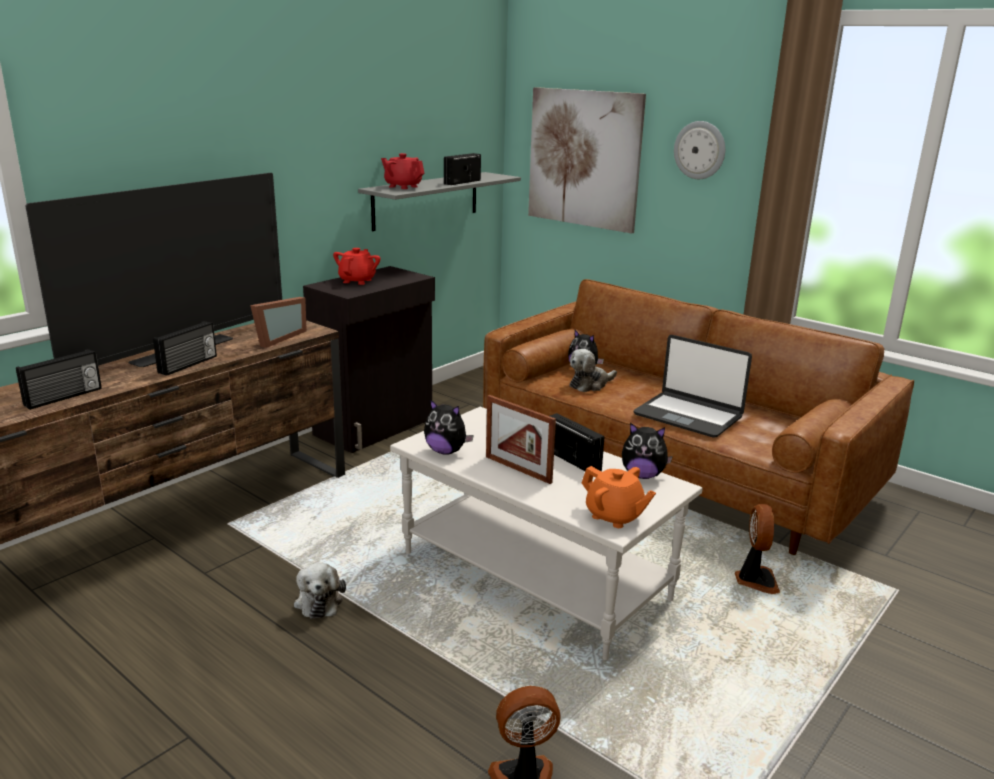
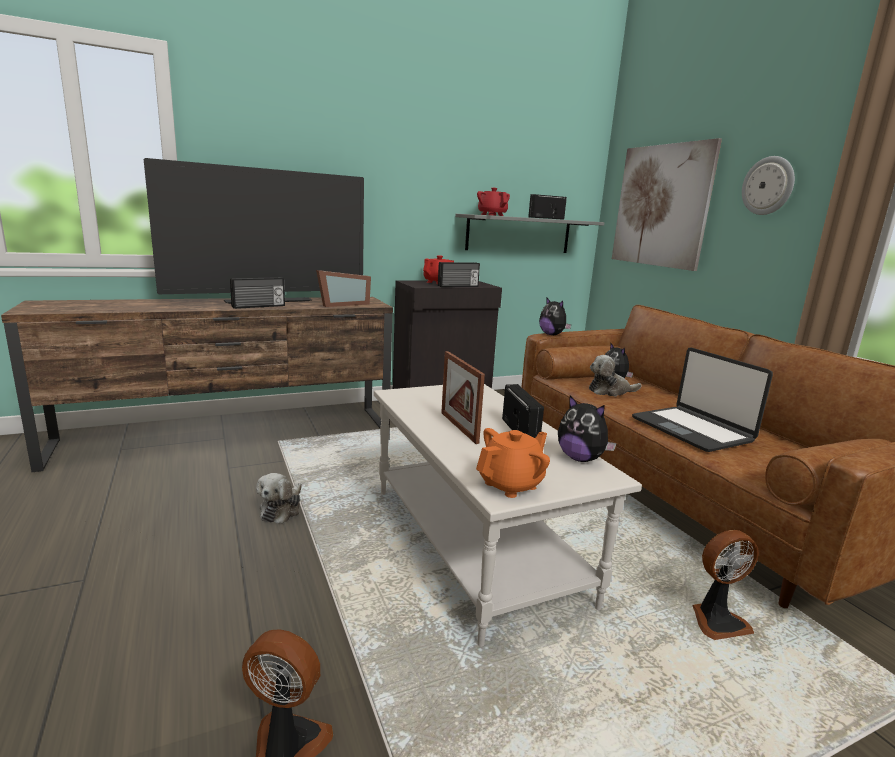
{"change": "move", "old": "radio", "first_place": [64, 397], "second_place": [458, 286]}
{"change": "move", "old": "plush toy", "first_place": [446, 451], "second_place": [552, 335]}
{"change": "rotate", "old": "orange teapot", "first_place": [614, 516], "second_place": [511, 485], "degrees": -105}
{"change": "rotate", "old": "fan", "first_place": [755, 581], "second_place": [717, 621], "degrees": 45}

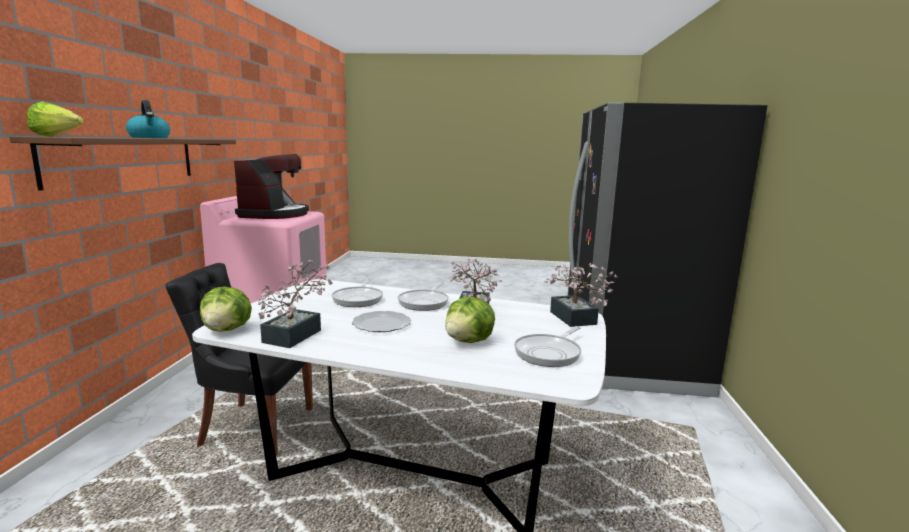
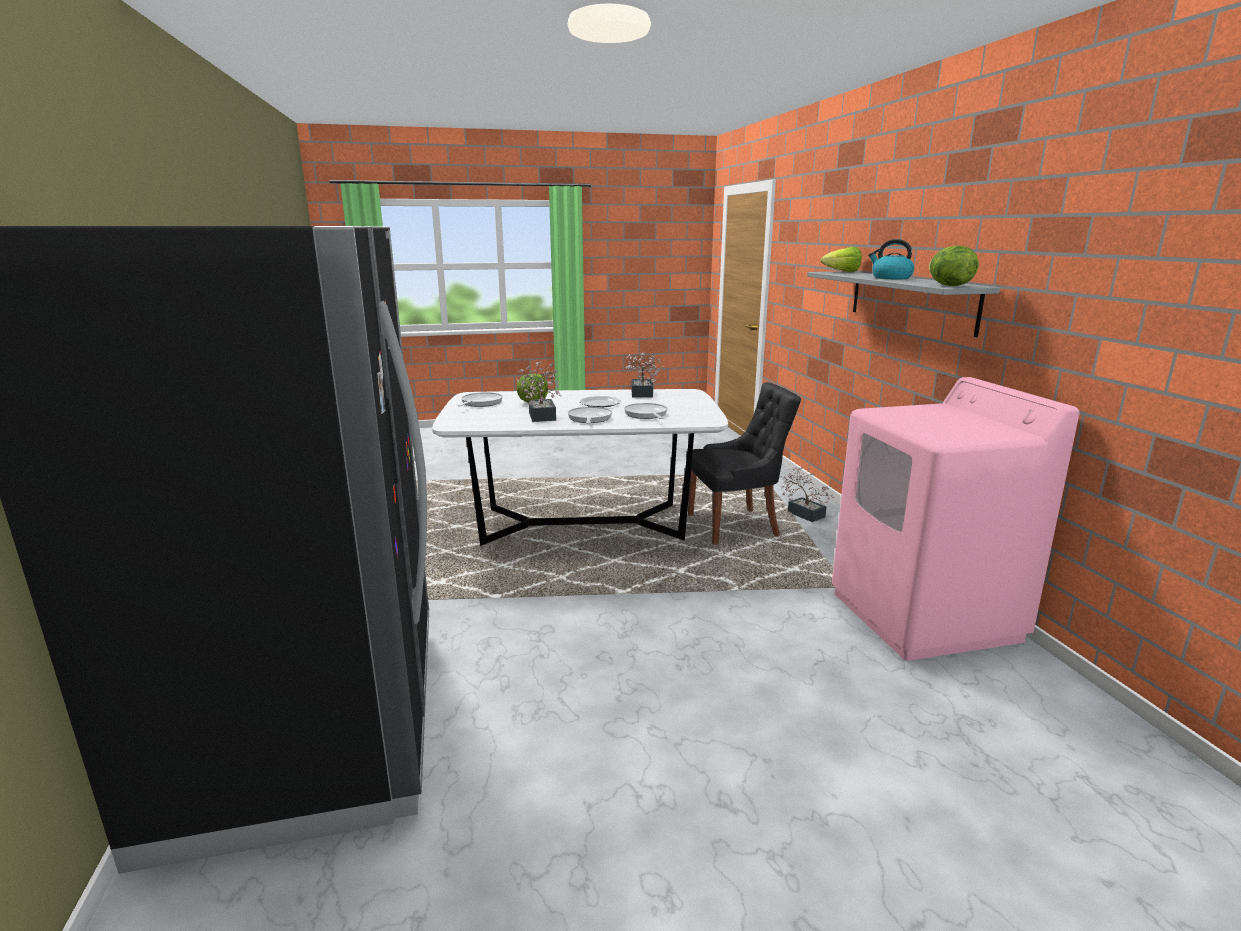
{"change": "recolor", "old": "brown shelf", "new": "grey shelf", "first_place": [125, 159], "second_place": [910, 300]}
{"change": "move", "old": "lettuce", "first_place": [227, 330], "second_place": [948, 286]}
{"change": "delete", "old": "coffee machine", "first_place": [274, 214]}
{"change": "move", "old": "potted plant", "first_place": [575, 320], "second_place": [803, 513]}

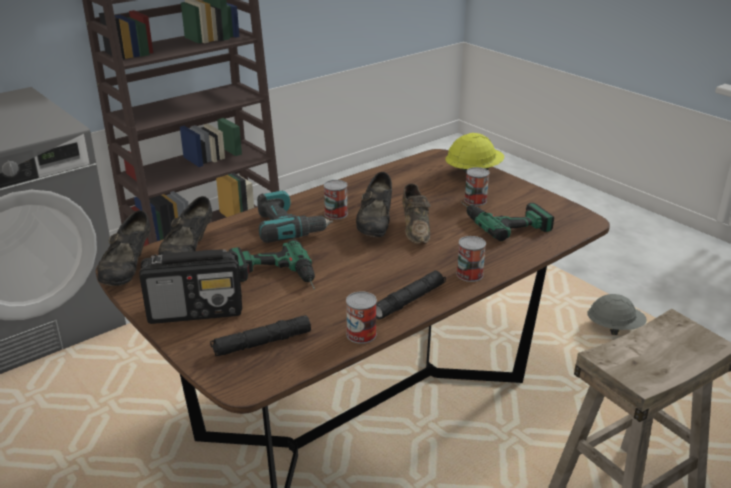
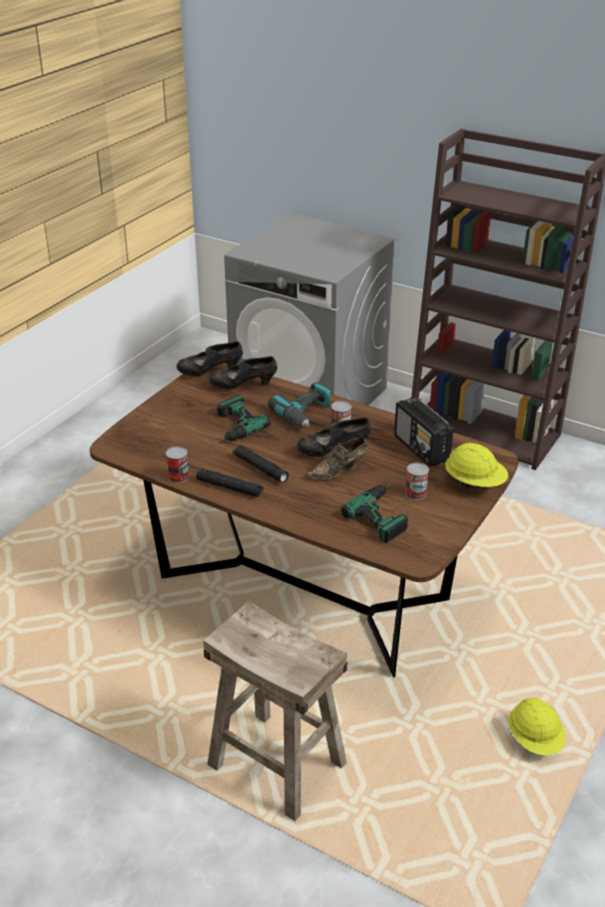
{"change": "move", "old": "radio", "first_place": [196, 311], "second_place": [422, 449]}
{"change": "move", "old": "black flashlight", "first_place": [262, 343], "second_place": [260, 468]}
{"change": "delete", "old": "can", "first_place": [469, 274]}
{"change": "recolor", "old": "grey hard hat", "new": "yellow hard hat", "first_place": [614, 328], "second_place": [535, 740]}

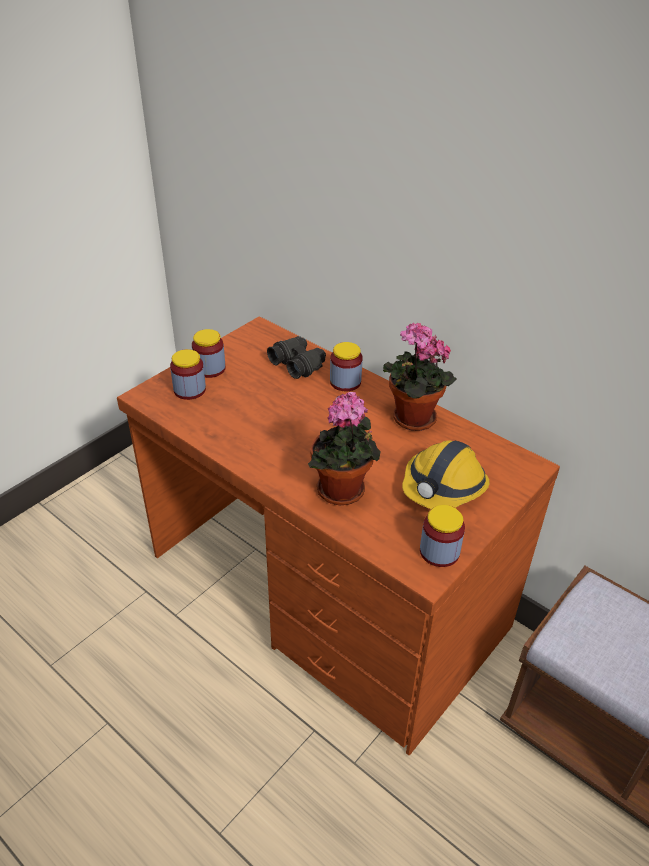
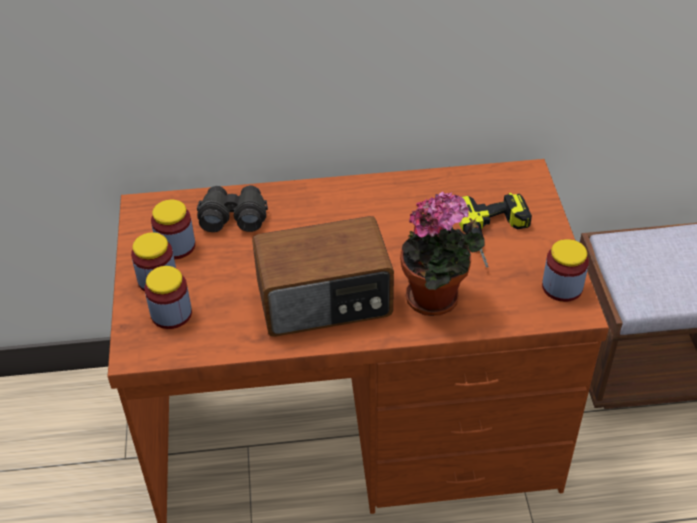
{"change": "move", "old": "jar", "first_place": [345, 382], "second_place": [176, 246]}
{"change": "delete", "old": "potted plant", "first_place": [411, 420]}
{"change": "replace", "old": "hard hat", "new": "power drill", "first_place": [443, 487], "second_place": [497, 235]}
{"change": "insert", "new": "radio", "second_place": [325, 301]}

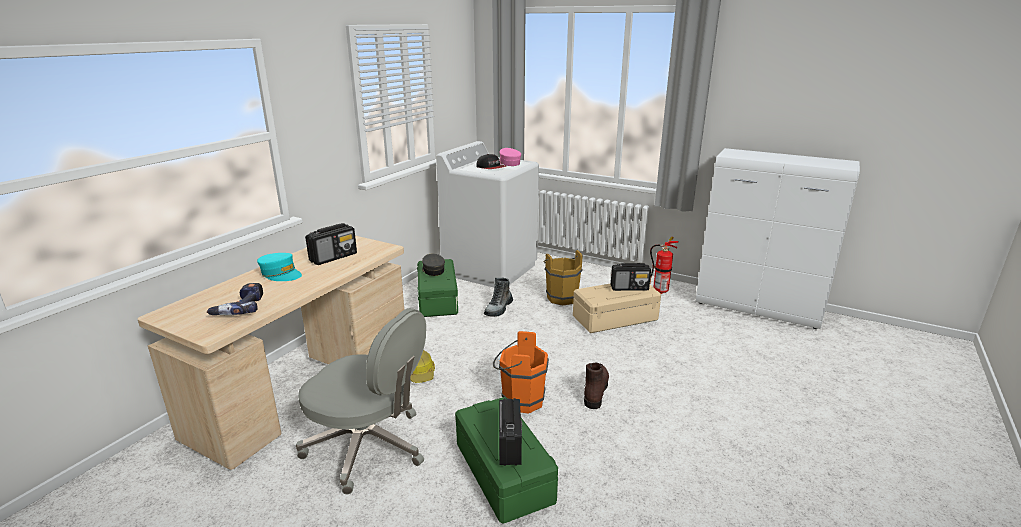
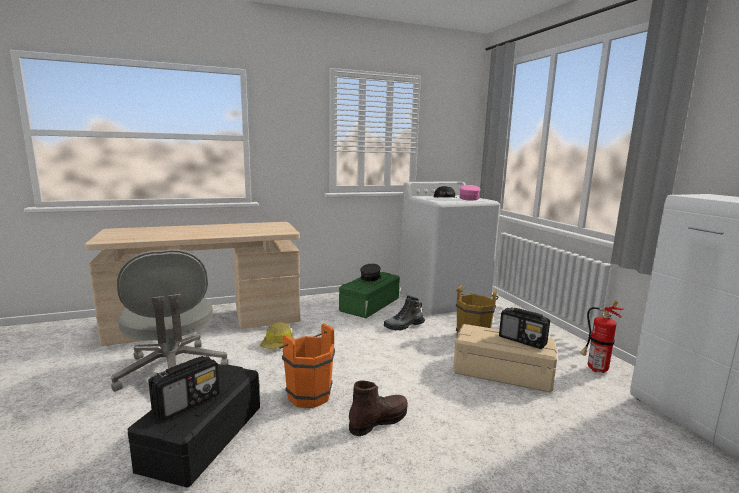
{"change": "delete", "old": "power drill", "first_place": [239, 308]}
{"change": "delete", "old": "turquoise cap", "first_place": [281, 274]}
{"change": "delete", "old": "radio", "first_place": [334, 257]}
{"change": "recolor", "old": "green storage box", "new": "black storage box", "first_place": [502, 473], "second_place": [203, 437]}

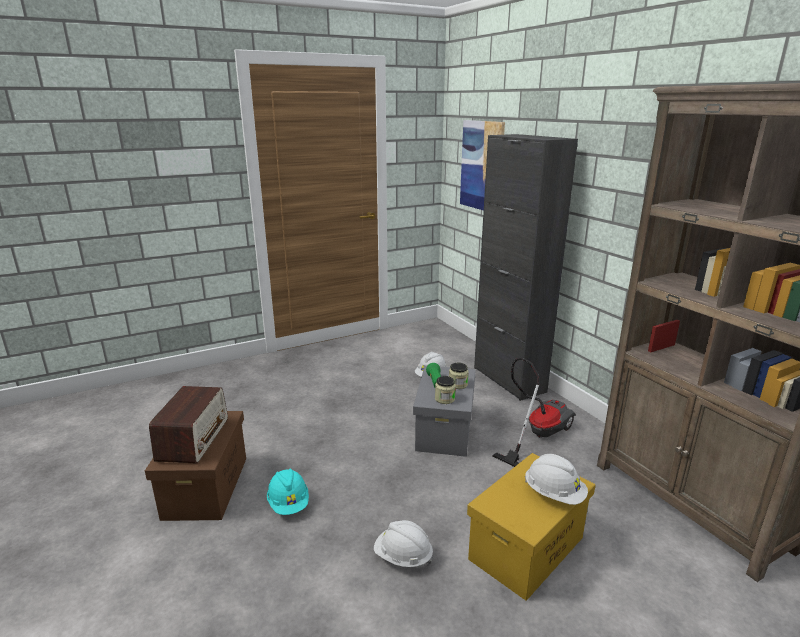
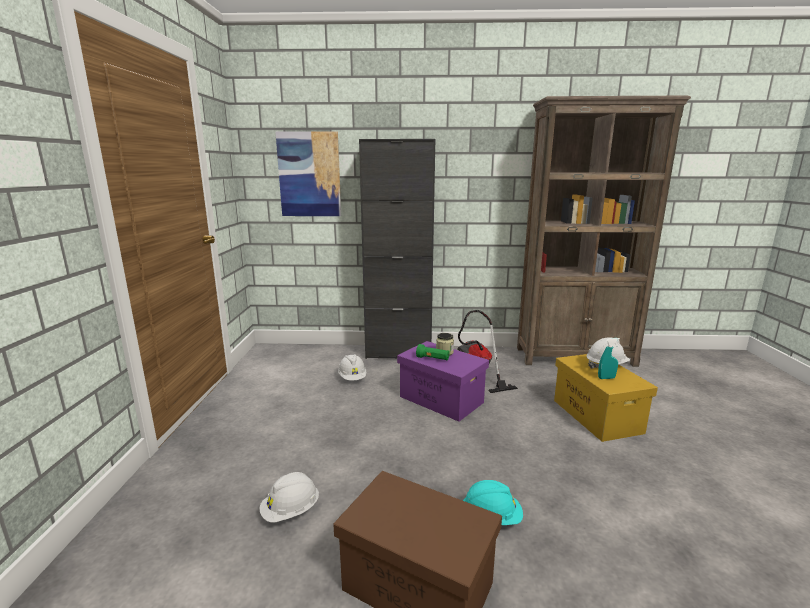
{"change": "delete", "old": "radio", "first_place": [194, 439]}
{"change": "move", "old": "white hard hat", "first_place": [403, 557], "second_place": [291, 511]}
{"change": "recolor", "old": "grey storage box", "new": "purple storage box", "first_place": [445, 430], "second_place": [442, 399]}
{"change": "delete", "old": "jar", "first_place": [444, 399]}
{"change": "insert", "new": "turquoise spray bottle", "second_place": [606, 378]}

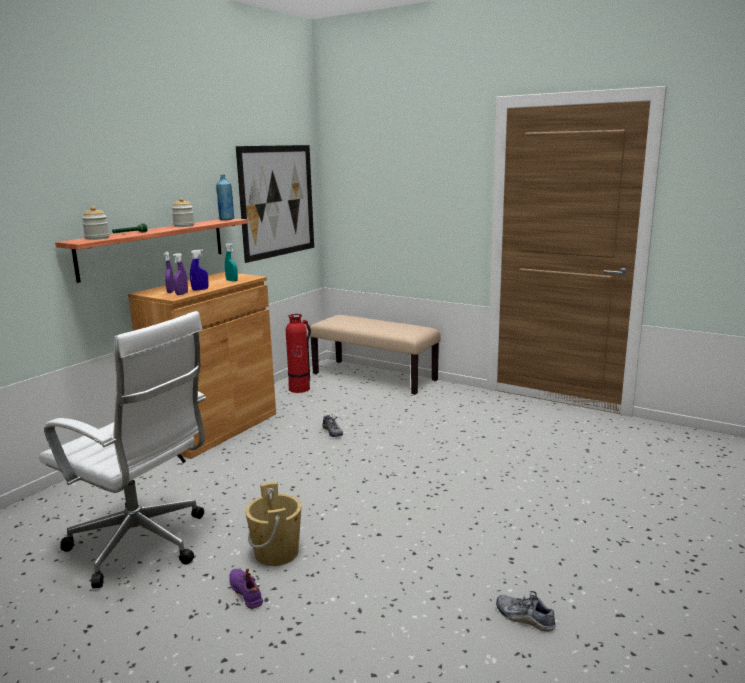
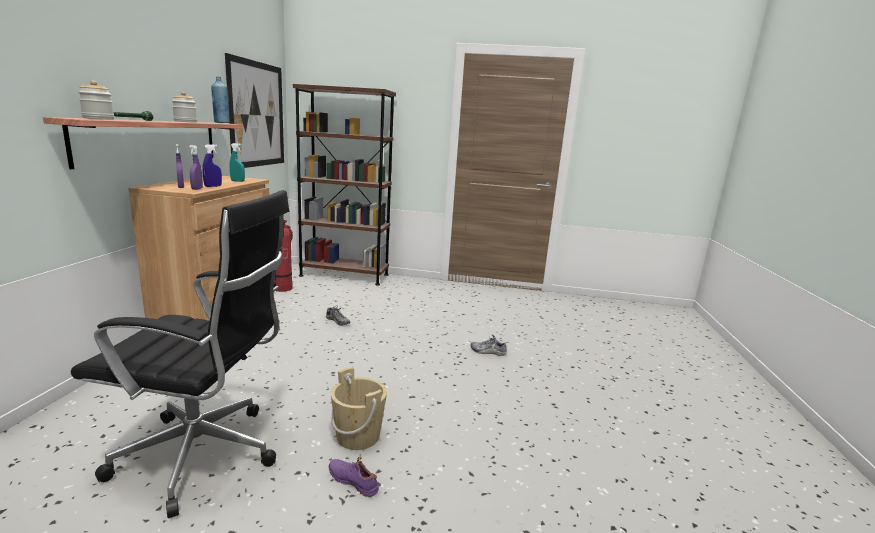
{"change": "recolor", "old": "white office chair", "new": "black office chair", "first_place": [143, 546], "second_place": [205, 456]}
{"change": "replace", "old": "beige bench", "new": "brown bookcase", "first_place": [375, 377], "second_place": [344, 275]}
{"change": "move", "old": "shoe", "first_place": [524, 618], "second_place": [488, 352]}

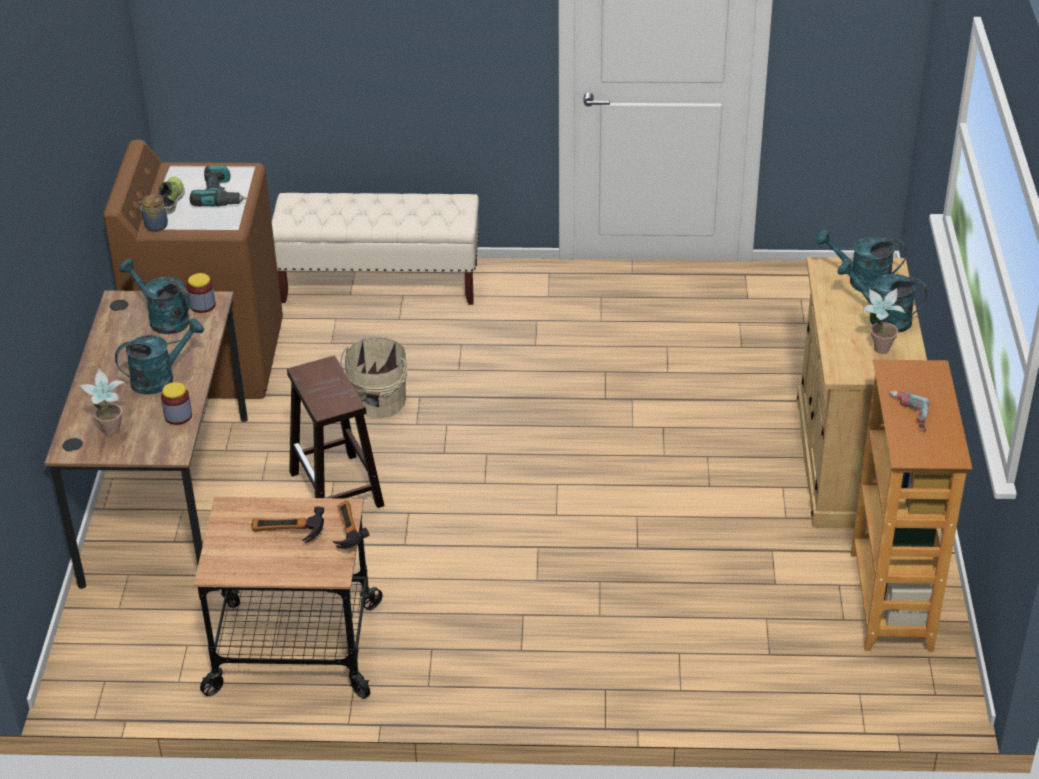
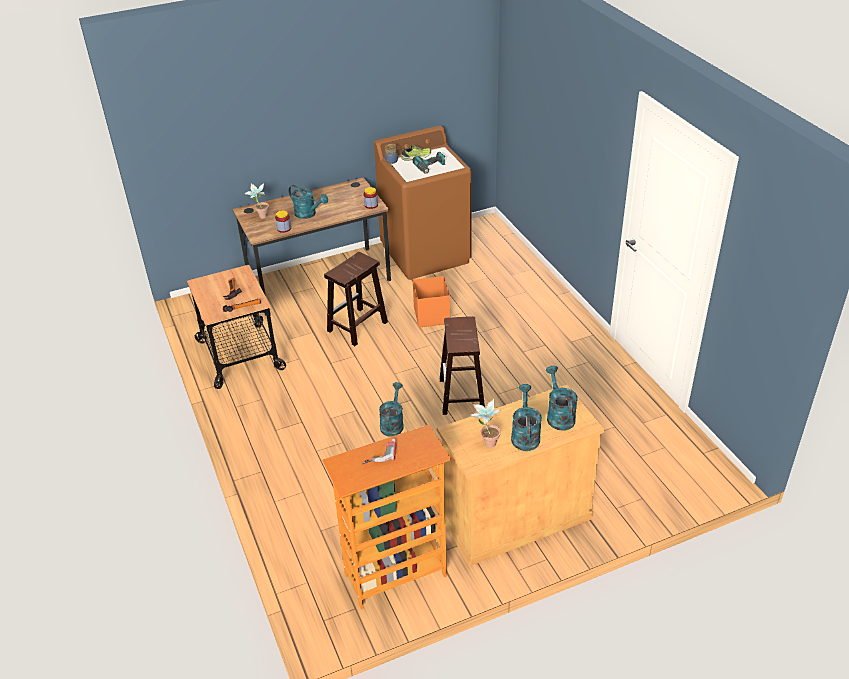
{"change": "move", "old": "turquoise watering can", "first_place": [163, 319], "second_place": [392, 423]}
{"change": "delete", "old": "beige bench", "first_place": [380, 283]}
{"change": "replace", "old": "beige bucket", "new": "orange storage box", "first_place": [377, 402], "second_place": [432, 315]}
{"change": "insert", "new": "brown stool", "second_place": [462, 396]}

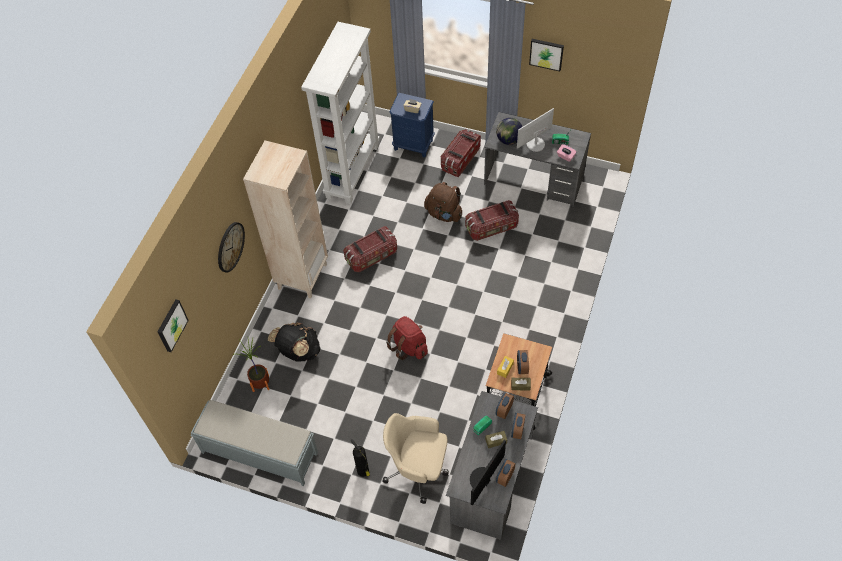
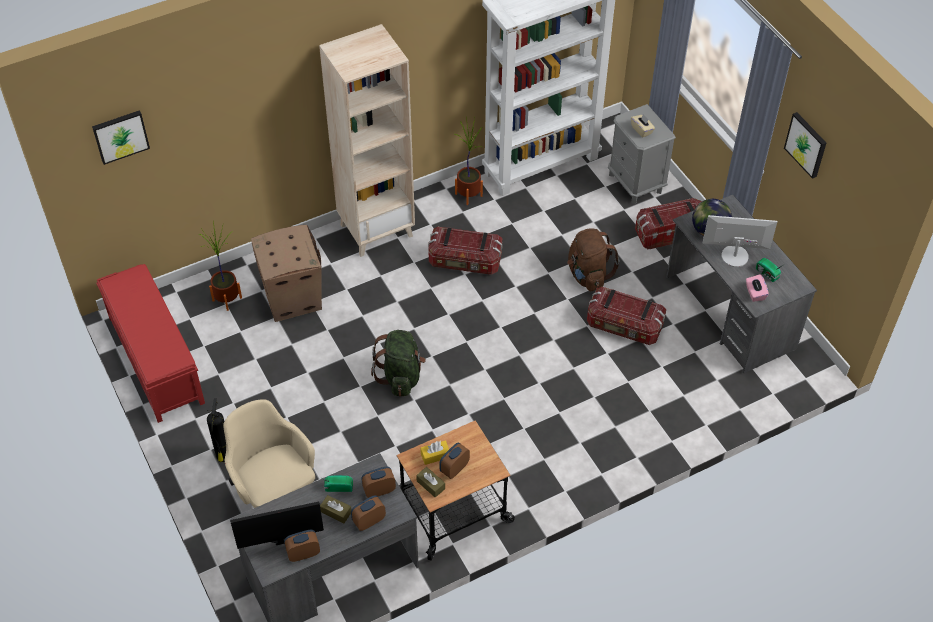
{"change": "recolor", "old": "grey bench", "new": "red bench", "first_place": [259, 452], "second_place": [155, 359]}
{"change": "delete", "old": "wall clock", "first_place": [230, 247]}
{"change": "replace", "old": "black backpack", "new": "cardboard box", "first_place": [298, 352], "second_place": [293, 297]}
{"change": "recolor", "old": "red backpack", "new": "green backpack", "first_place": [409, 346], "second_place": [401, 376]}
{"change": "recolor", "old": "blue nightstand", "new": "grey nightstand", "first_place": [413, 145], "second_place": [635, 183]}
{"change": "insert", "new": "potted plant", "second_place": [469, 195]}

